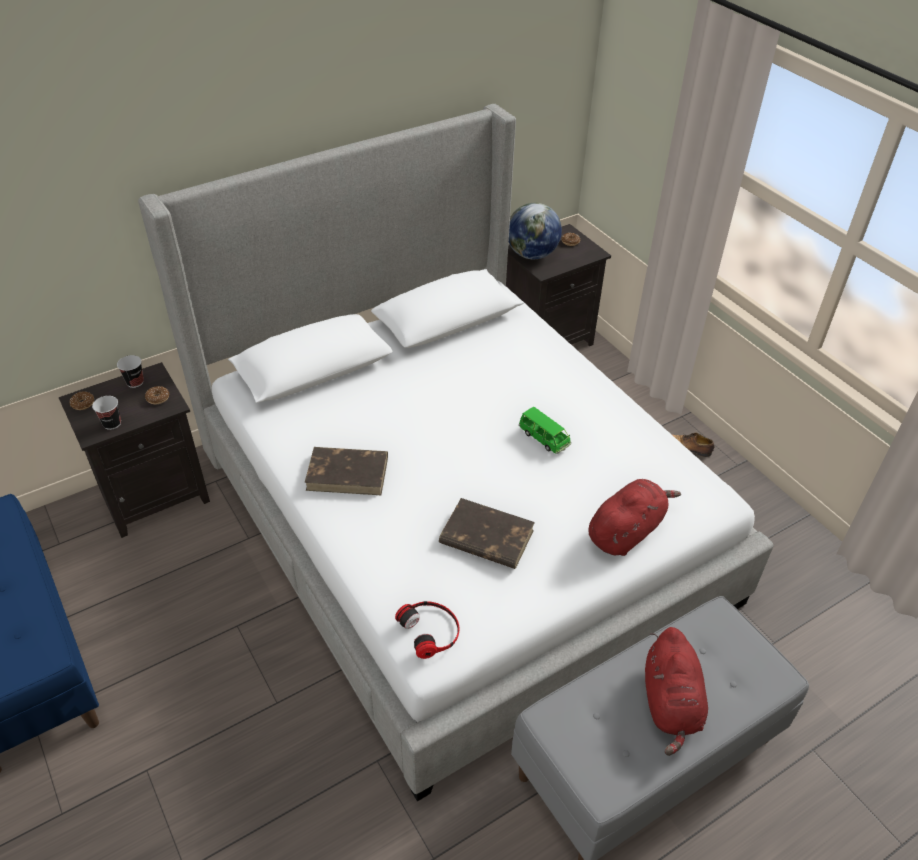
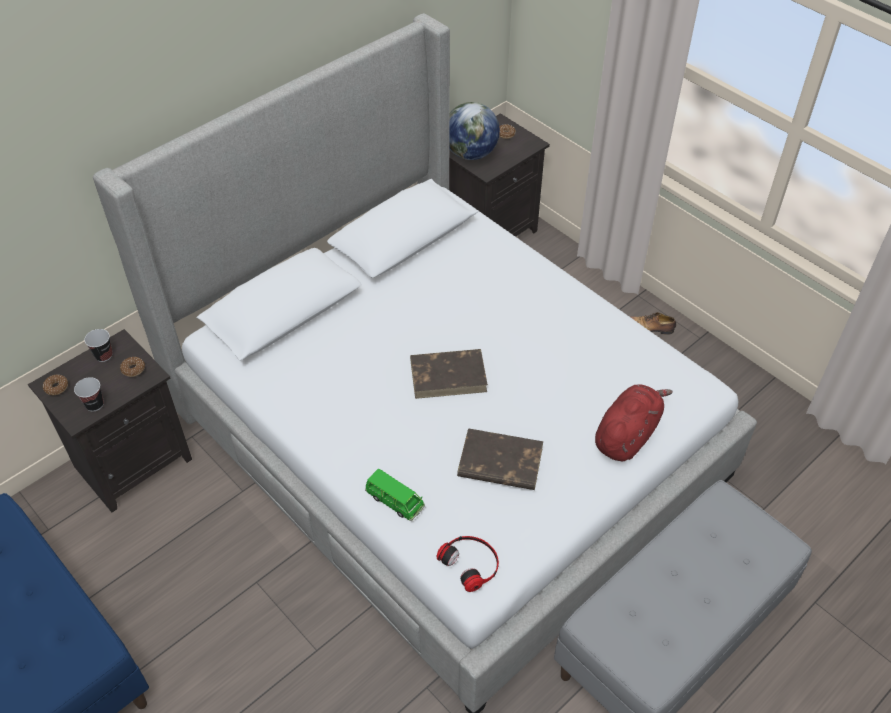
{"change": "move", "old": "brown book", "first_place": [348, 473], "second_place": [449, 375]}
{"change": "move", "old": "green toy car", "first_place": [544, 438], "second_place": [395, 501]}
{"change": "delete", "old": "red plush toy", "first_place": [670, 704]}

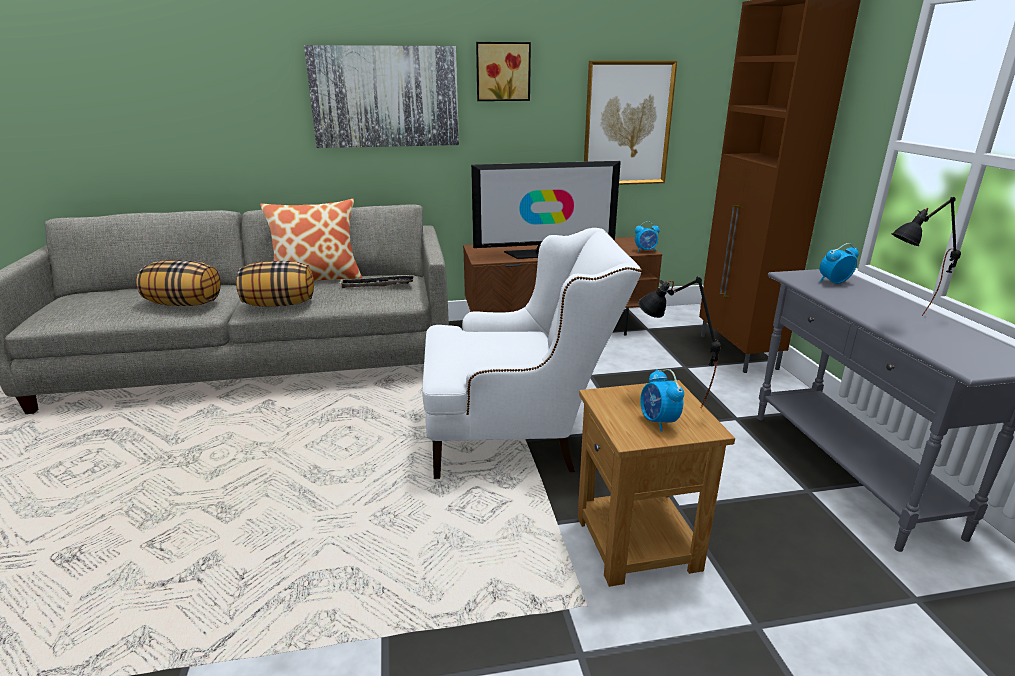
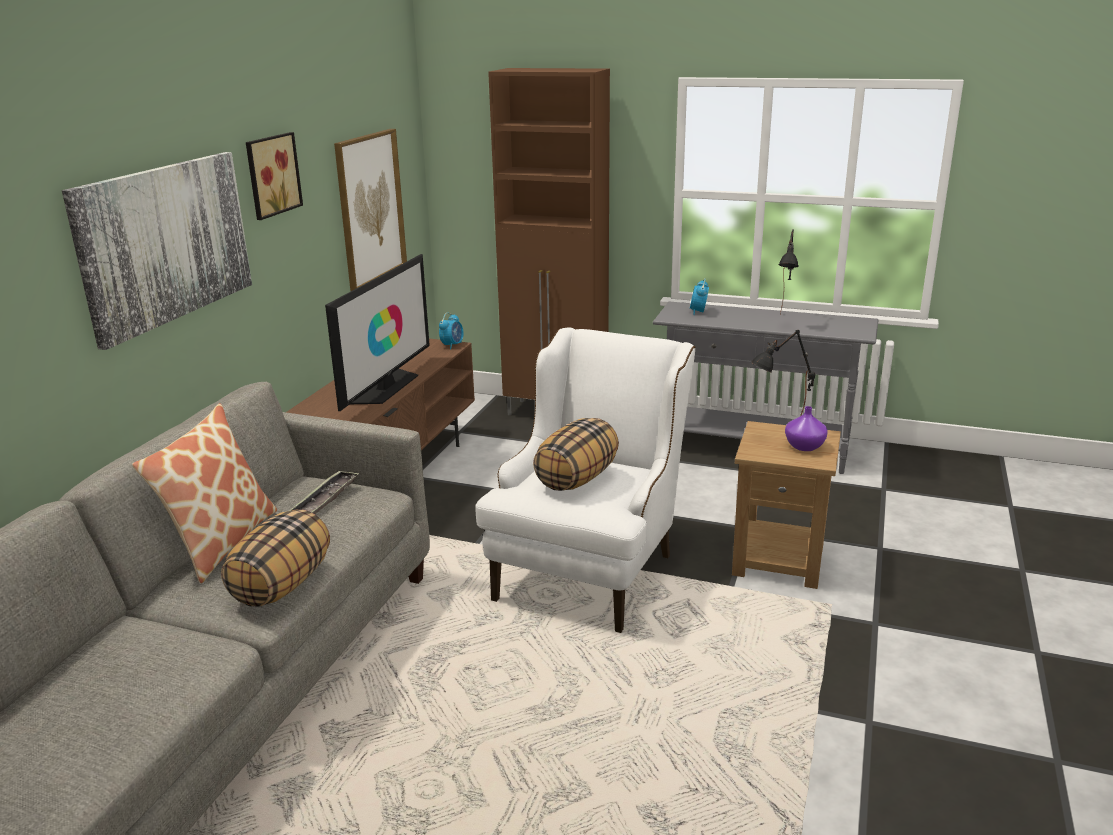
{"change": "move", "old": "pillow", "first_place": [185, 304], "second_place": [576, 479]}
{"change": "replace", "old": "alarm clock", "new": "purple vase", "first_place": [658, 421], "second_place": [805, 446]}

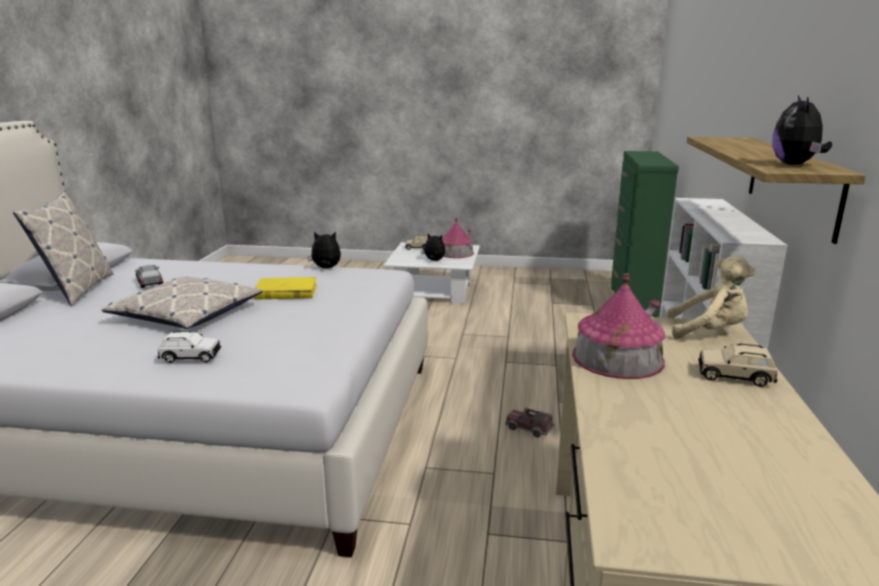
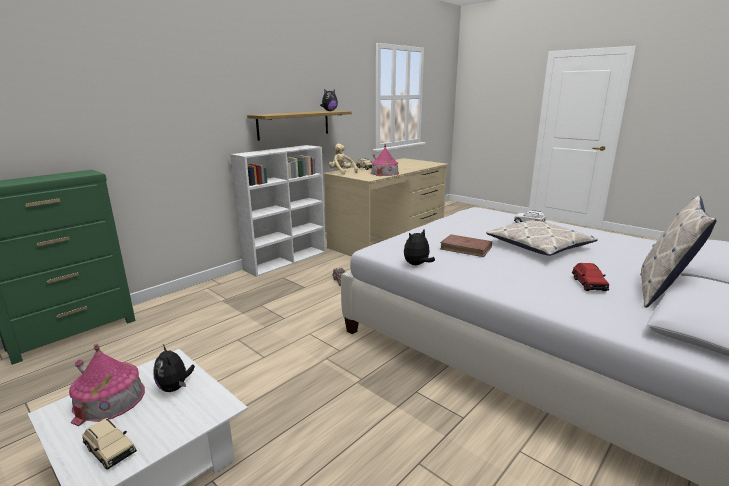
{"change": "recolor", "old": "grey toy car", "new": "red toy car", "first_place": [150, 283], "second_place": [588, 284]}
{"change": "recolor", "old": "yellow book", "new": "brown book", "first_place": [285, 292], "second_place": [466, 248]}
{"change": "rotate", "old": "plush toy", "first_place": [326, 268], "second_place": [417, 265], "degrees": 105}

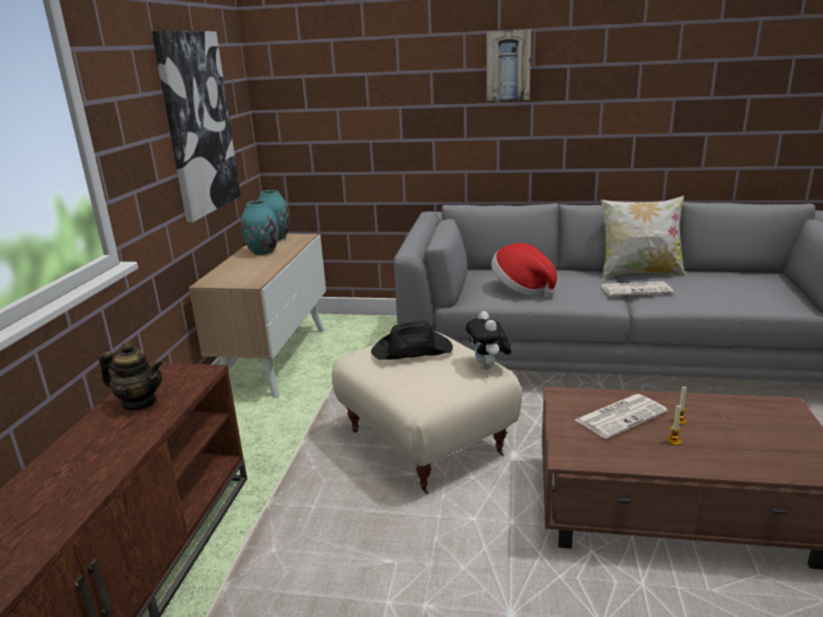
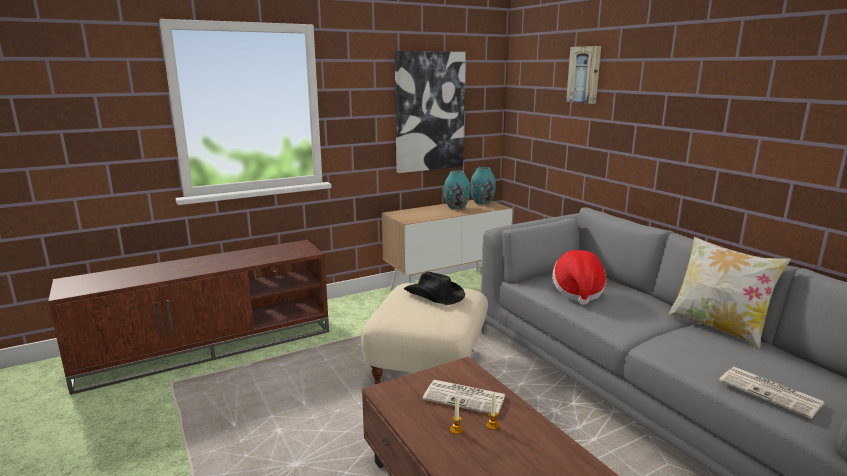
{"change": "delete", "old": "teapot", "first_place": [140, 403]}
{"change": "delete", "old": "plush toy", "first_place": [488, 367]}
{"change": "move", "old": "picture", "first_place": [508, 65], "second_place": [584, 74]}
{"change": "move", "old": "newspaper", "first_place": [636, 289], "second_place": [771, 392]}

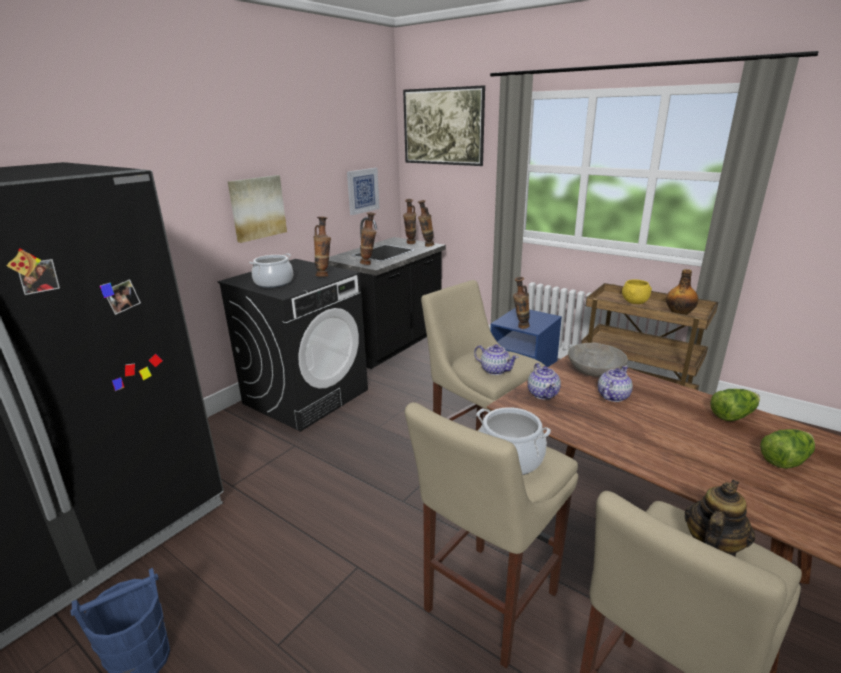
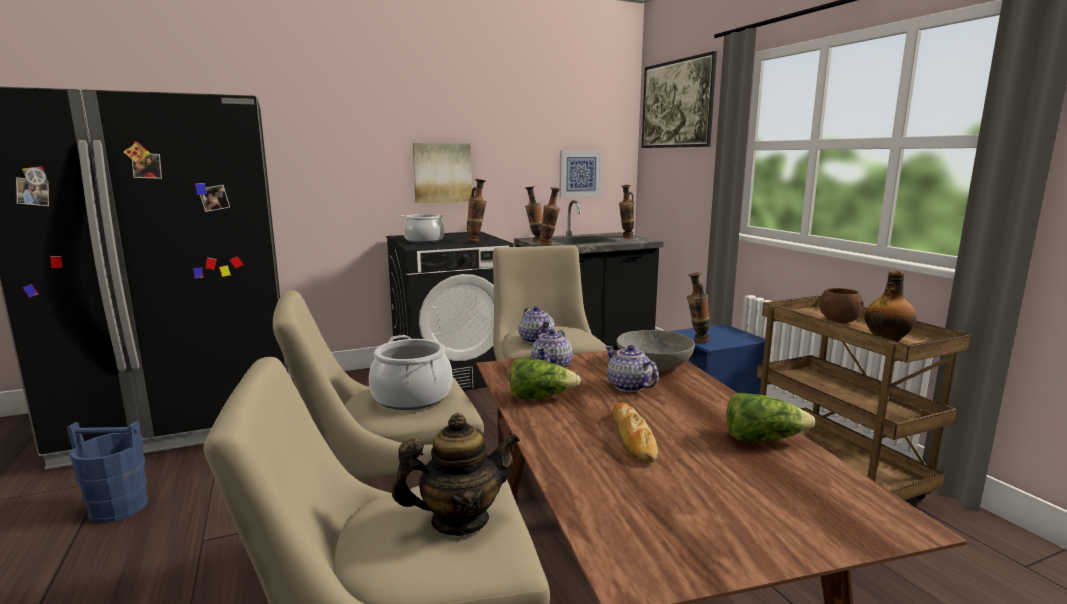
{"change": "move", "old": "vase", "first_place": [426, 246], "second_place": [534, 241]}
{"change": "rotate", "old": "teapot", "first_place": [612, 396], "second_place": [629, 386], "degrees": -105}
{"change": "recolor", "old": "yellow bowl", "new": "brown bowl", "first_place": [634, 303], "second_place": [837, 322]}
{"change": "move", "old": "lettuce", "first_place": [784, 459], "second_place": [540, 397]}
{"change": "insert", "new": "bread", "second_place": [633, 437]}

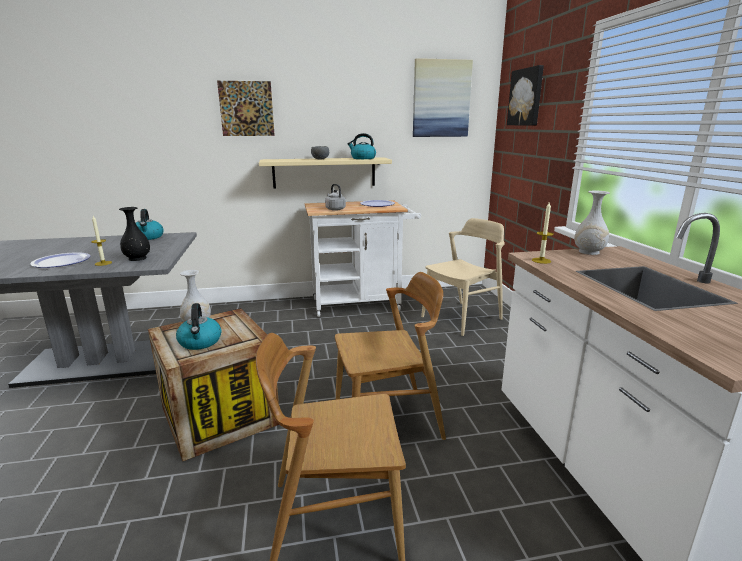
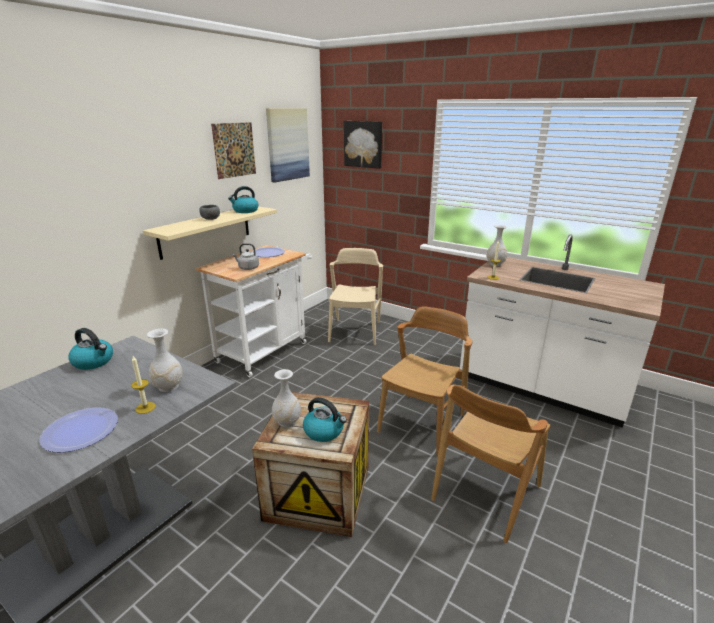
{"change": "recolor", "old": "black vase", "new": "white vase", "first_place": [137, 258], "second_place": [168, 386]}
{"change": "move", "old": "picture", "first_place": [246, 109], "second_place": [234, 150]}

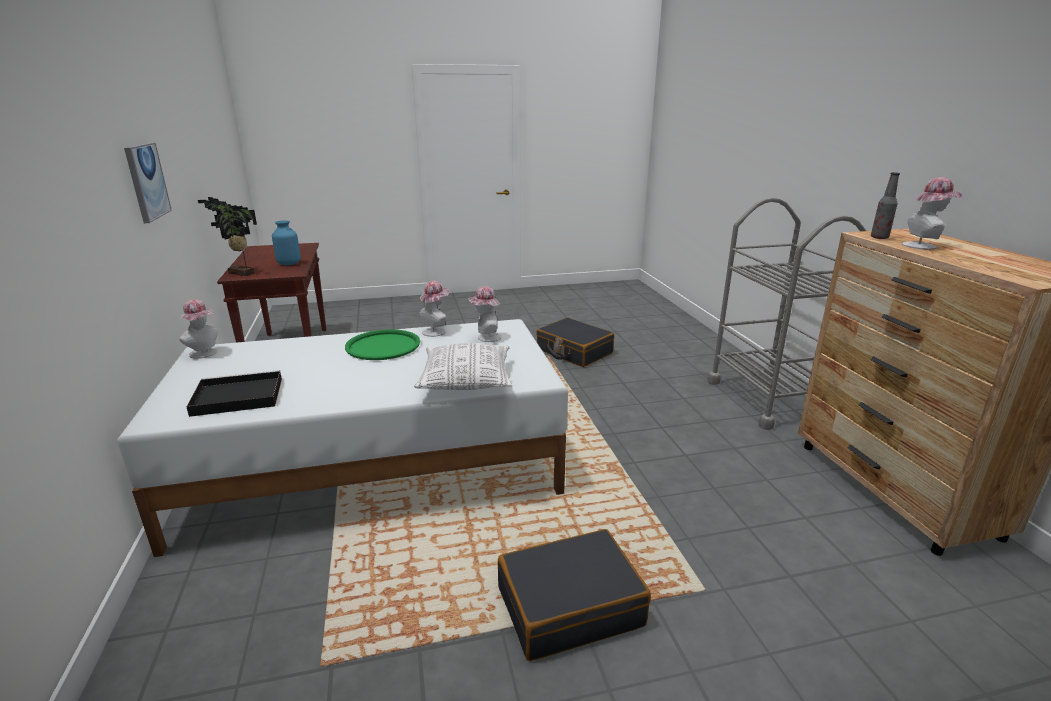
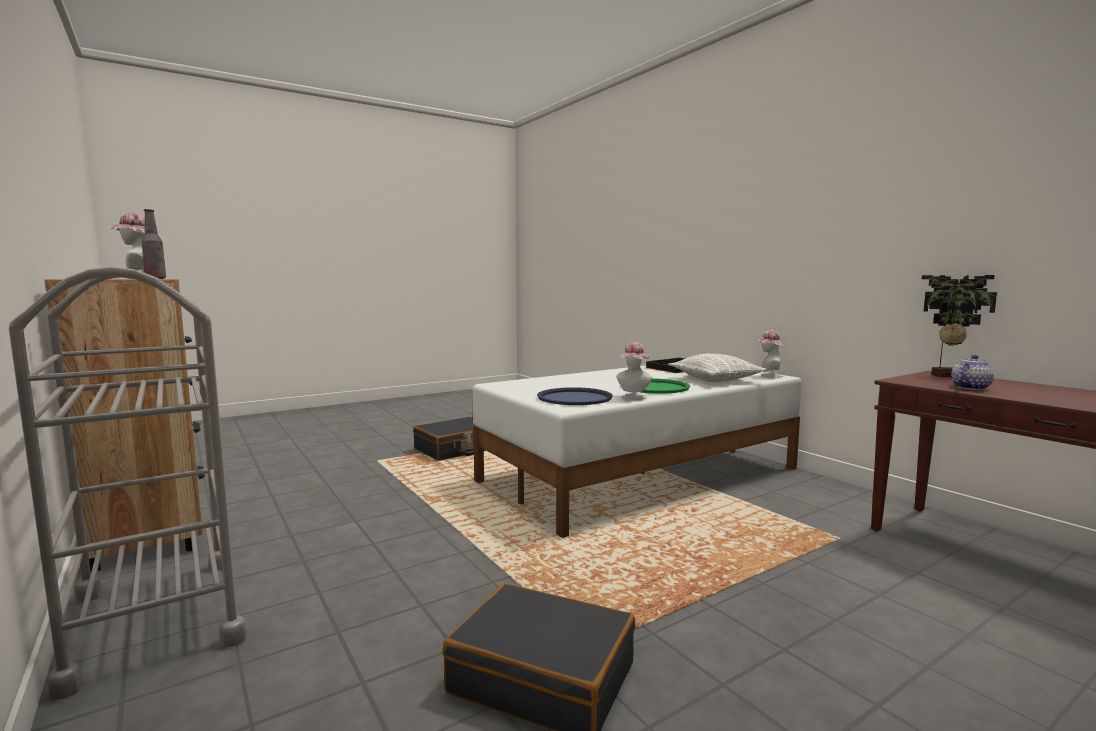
{"change": "delete", "old": "picture", "first_place": [146, 181]}
{"change": "replace", "old": "blue vase", "new": "teapot", "first_place": [288, 263], "second_place": [970, 387]}
{"change": "move", "old": "pillow", "first_place": [466, 381], "second_place": [716, 379]}
{"change": "replace", "old": "hat", "new": "blue tray", "first_place": [486, 338], "second_place": [574, 398]}

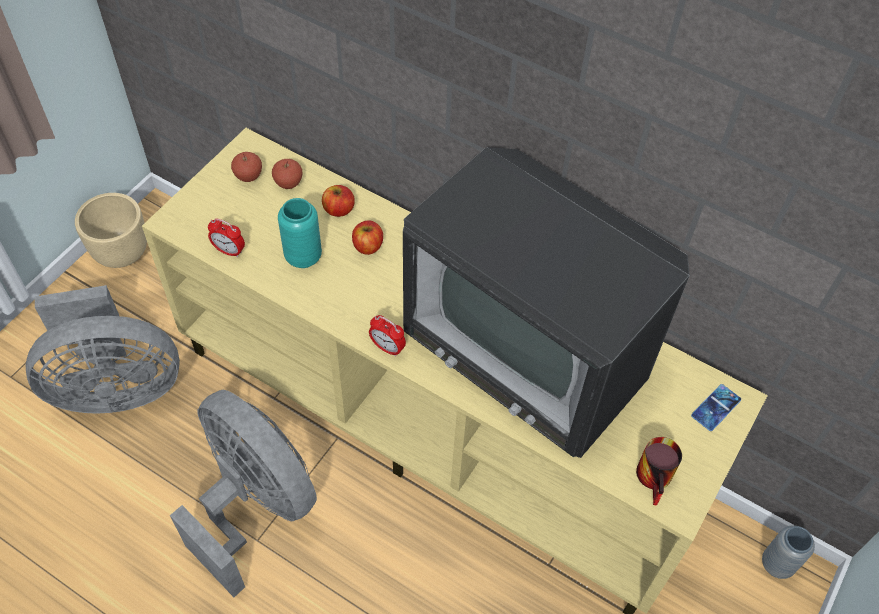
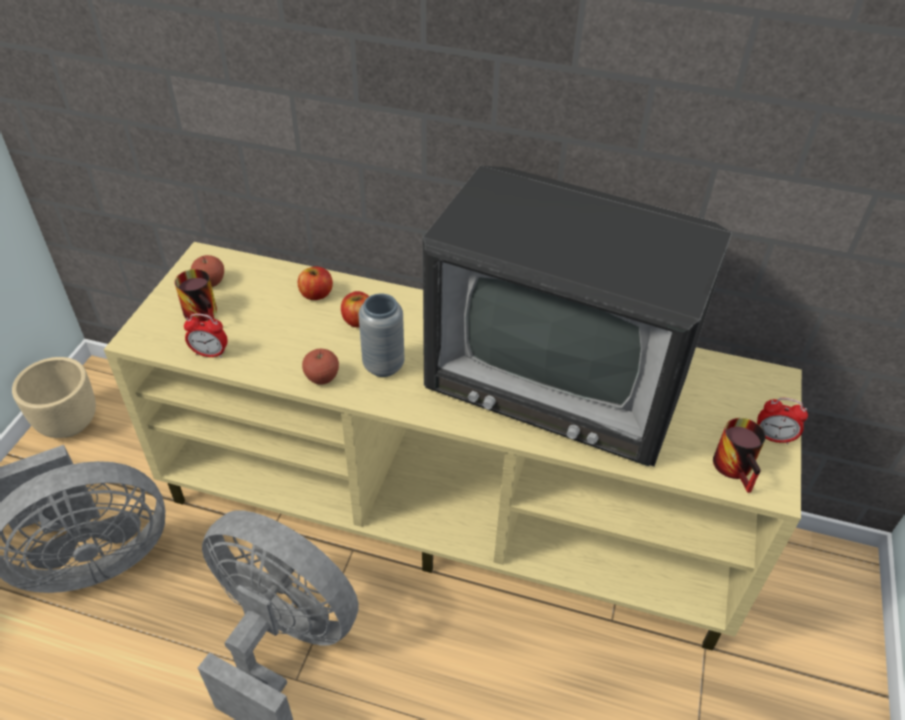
{"change": "move", "old": "apple", "first_place": [288, 183], "second_place": [322, 378]}
{"change": "delete", "old": "turquoise vase", "first_place": [303, 257]}
{"change": "move", "old": "alarm clock", "first_place": [387, 348], "second_place": [773, 437]}
{"change": "delete", "old": "phone", "first_place": [716, 407]}
{"change": "move", "old": "grey vase", "first_place": [777, 564], "second_place": [383, 366]}
{"change": "insert", "new": "mug", "second_place": [206, 313]}

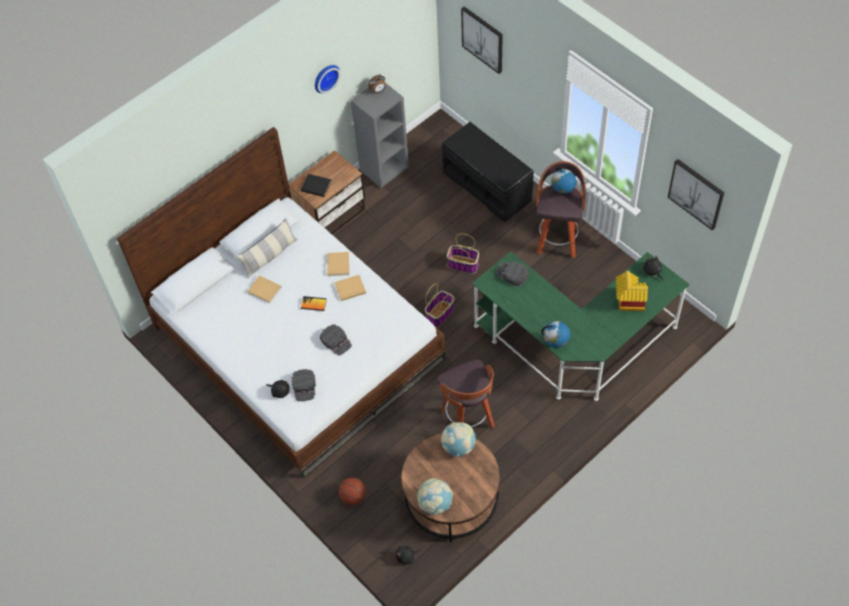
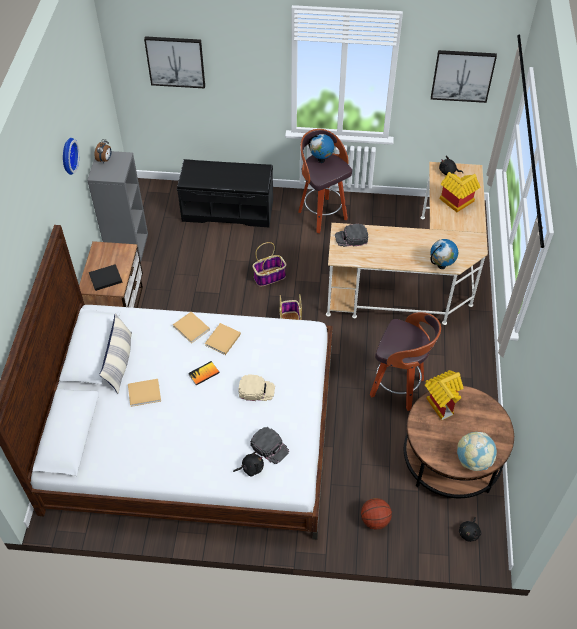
{"change": "recolor", "old": "black cap", "new": "beige cap", "first_place": [336, 341], "second_place": [256, 390]}
{"change": "replace", "old": "globe", "new": "toy house", "first_place": [458, 446], "second_place": [441, 401]}
{"change": "recolor", "old": "green desk", "new": "beige desk", "first_place": [576, 346], "second_place": [416, 279]}

